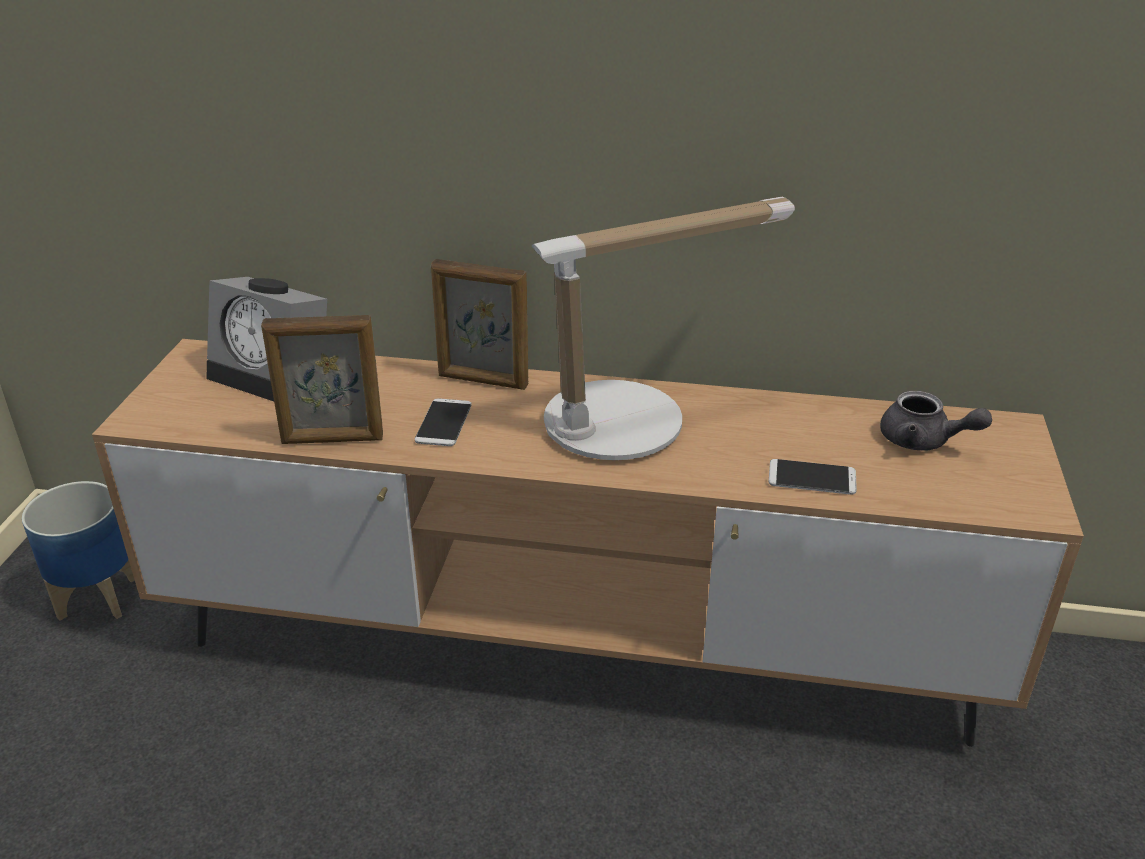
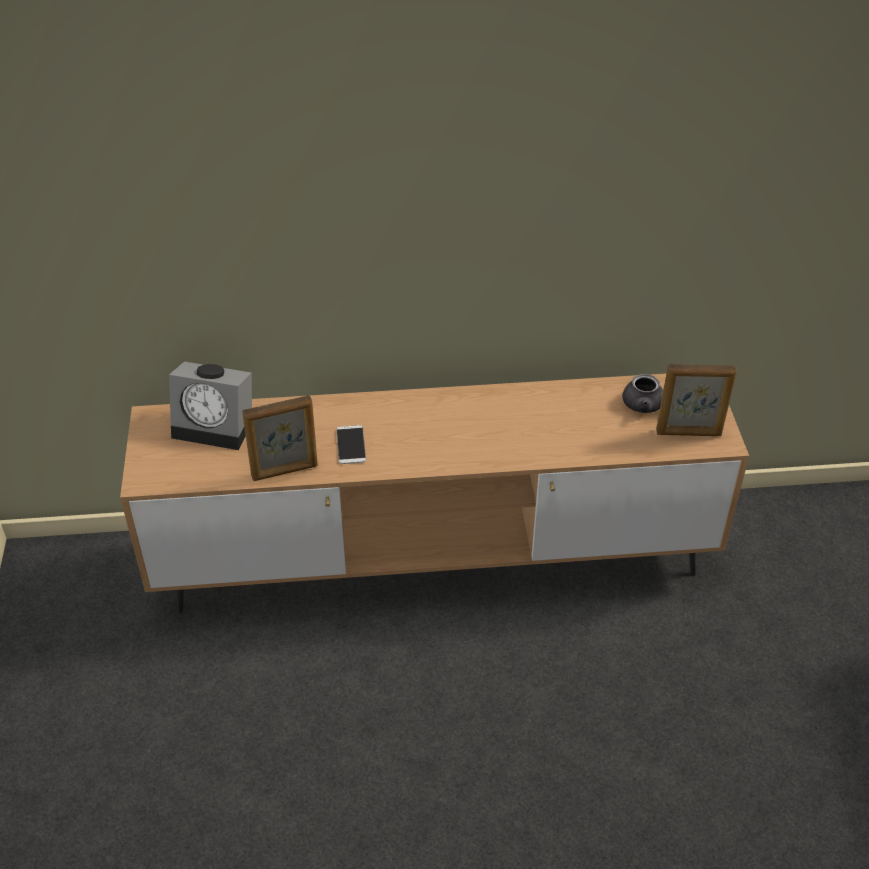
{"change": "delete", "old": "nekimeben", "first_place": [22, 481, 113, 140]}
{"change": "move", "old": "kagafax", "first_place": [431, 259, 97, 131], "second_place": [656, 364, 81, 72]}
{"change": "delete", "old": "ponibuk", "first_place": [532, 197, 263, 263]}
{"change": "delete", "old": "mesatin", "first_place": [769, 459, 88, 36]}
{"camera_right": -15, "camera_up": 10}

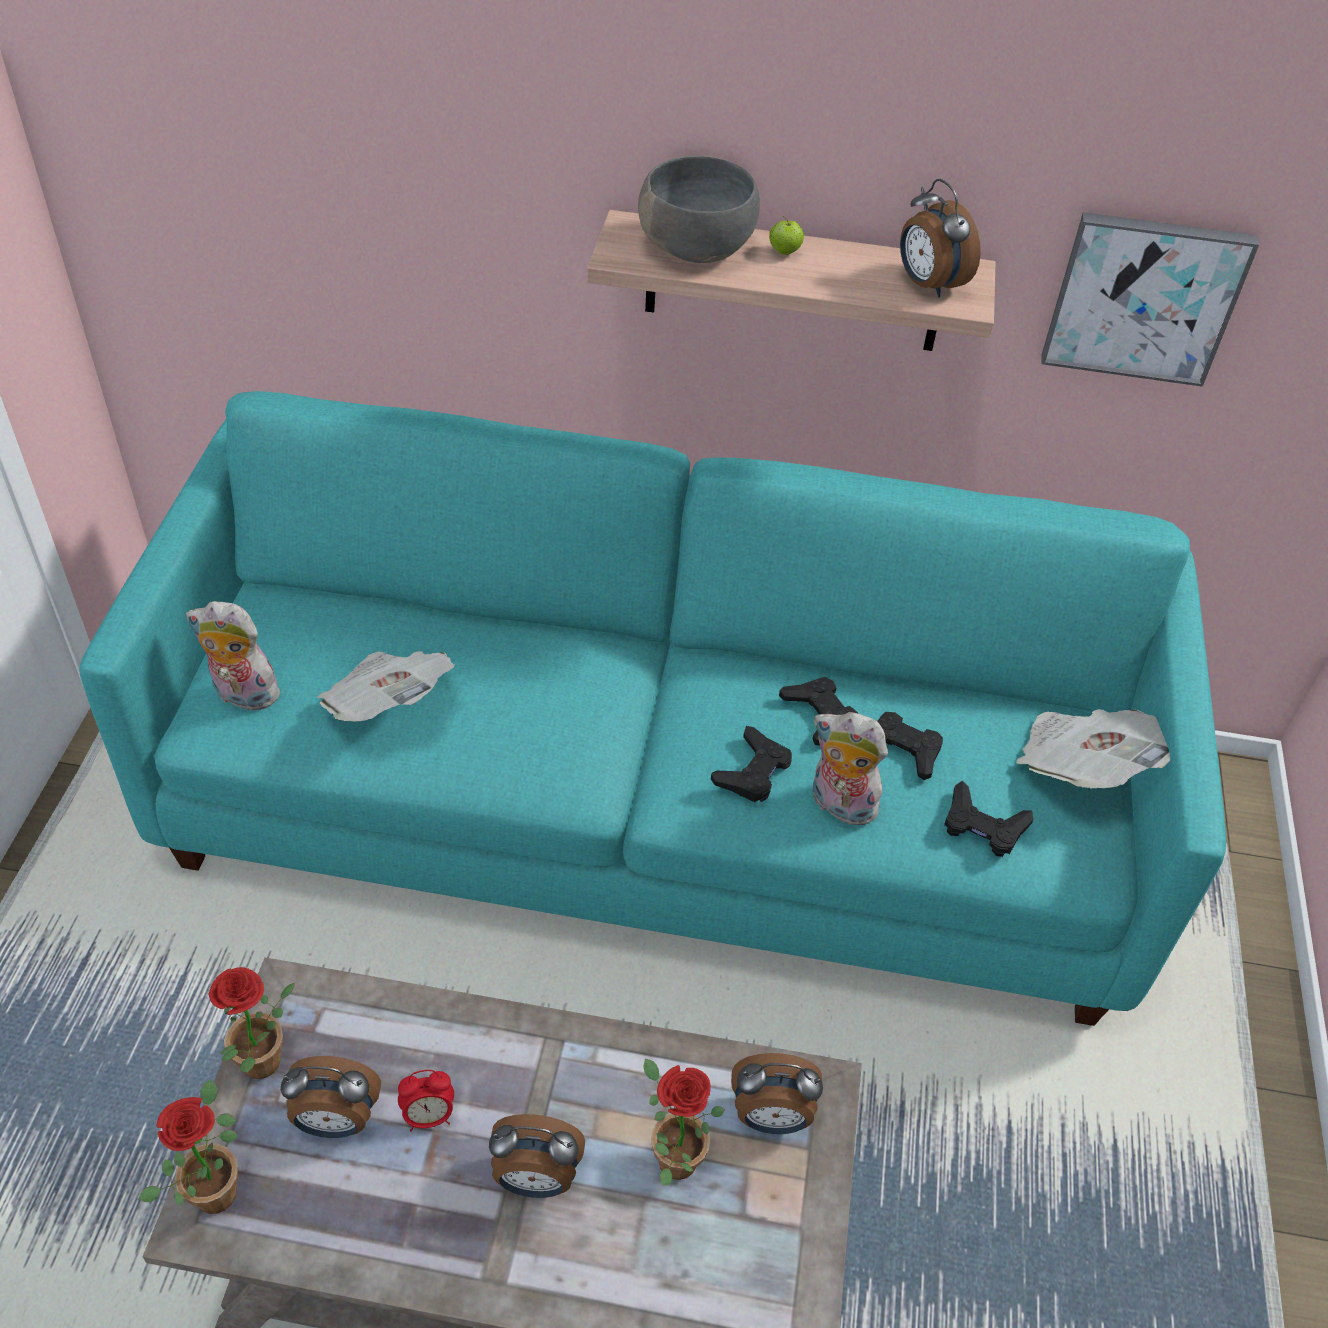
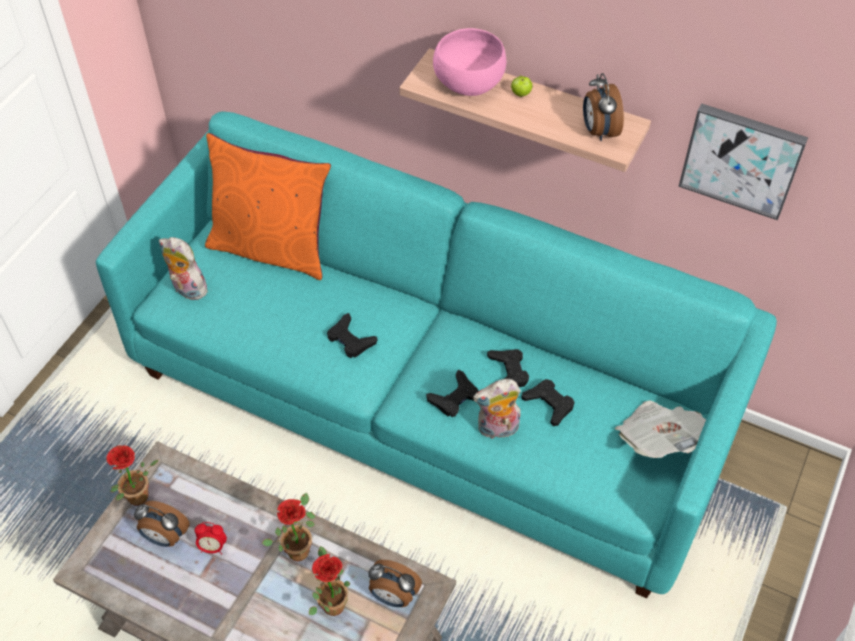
{"change": "move", "old": "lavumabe", "first_place": [139, 1079, 100, 135], "second_place": [262, 493, 53, 68]}
{"change": "delete", "old": "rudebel", "first_place": [317, 651, 138, 70]}
{"change": "delete", "old": "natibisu", "first_place": [489, 1114, 96, 84]}
{"change": "recolor", "old": "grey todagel", "new": "pink todagel", "first_place": [638, 156, 122, 107], "second_place": [433, 28, 74, 68]}
{"change": "rotate", "old": "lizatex", "first_place": [813, 712, 75, 115], "second_place": [473, 379, 48, 60], "degrees": -60}
{"change": "move", "old": "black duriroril", "first_place": [944, 781, 89, 76], "second_place": [327, 313, 50, 45]}
{"change": "insert", "new": "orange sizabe", "second_place": [205, 133, 126, 147]}
{"camera_right": 20, "camera_up": 5}

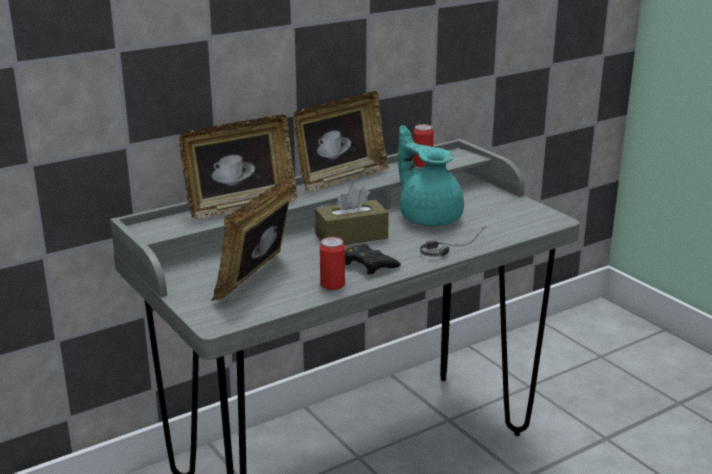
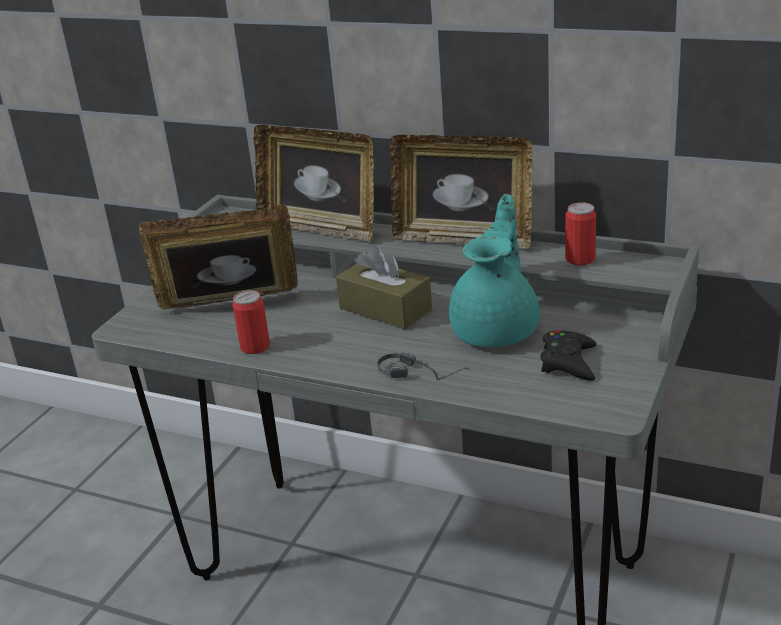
{"change": "move", "old": "black duriroril", "first_place": [345, 244, 56, 31], "second_place": [540, 330, 57, 51]}
{"camera_right": 60, "camera_up": 5}

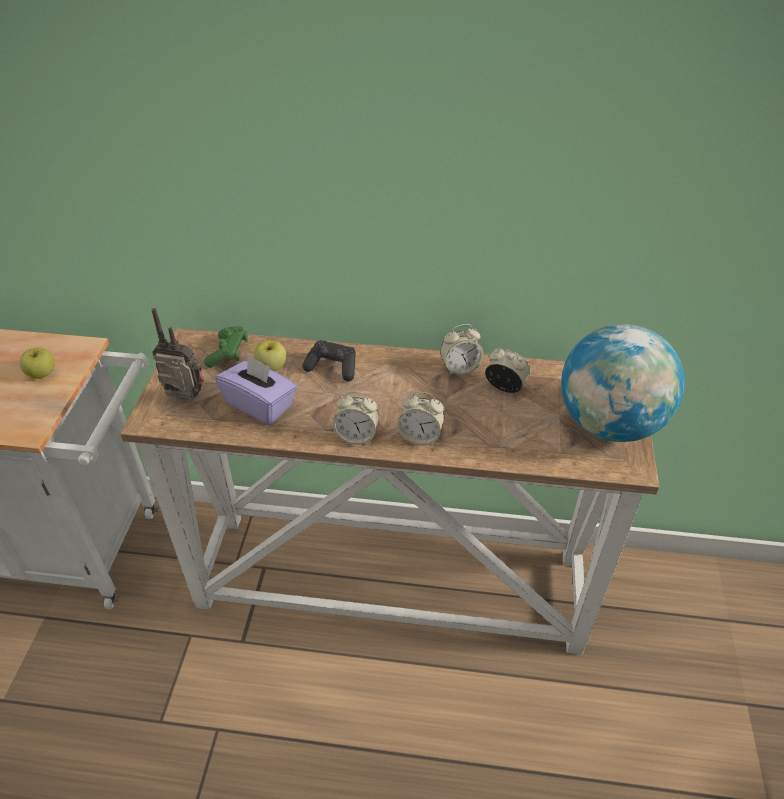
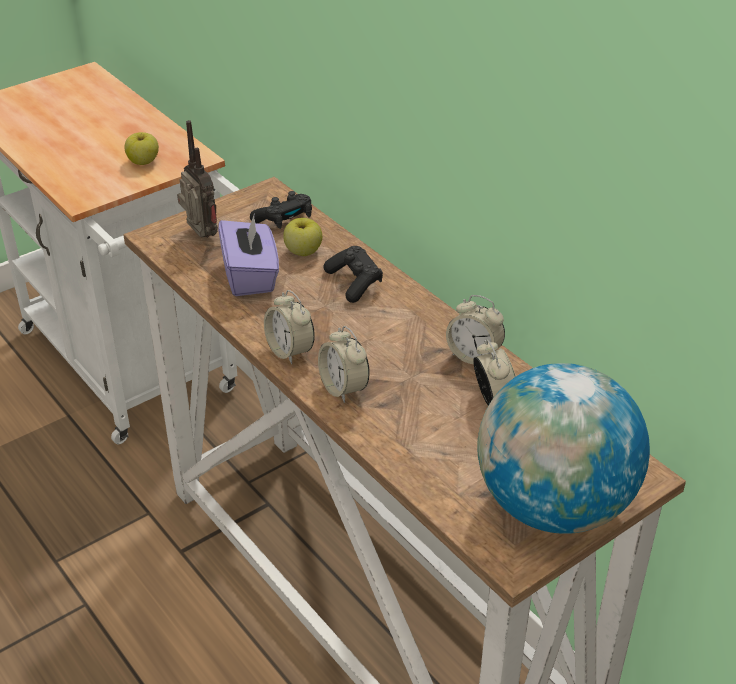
{"change": "recolor", "old": "green duriroril", "new": "black duriroril", "first_place": [204, 326, 44, 42], "second_place": [250, 191, 62, 38]}
{"camera_right": 45, "camera_up": -5}

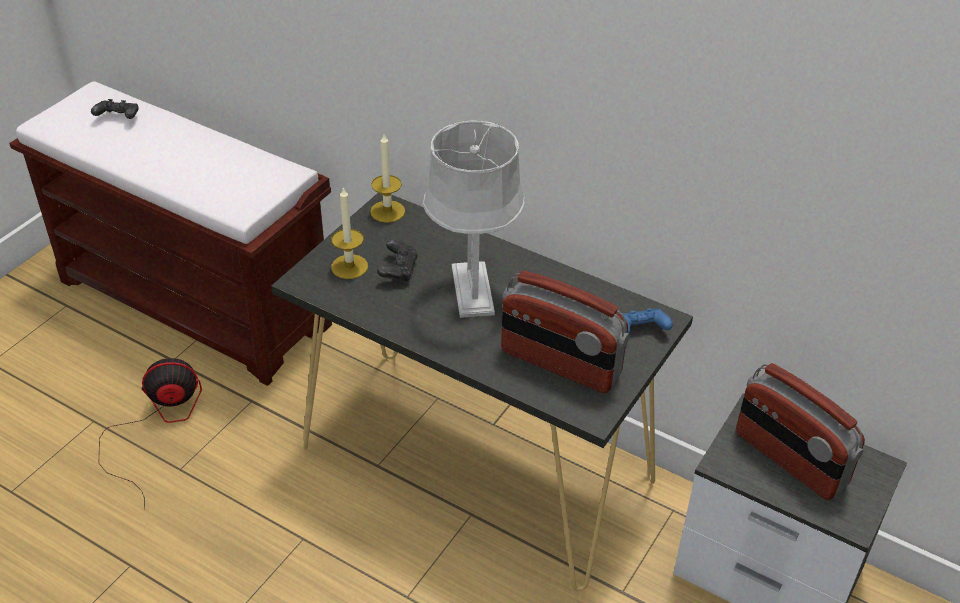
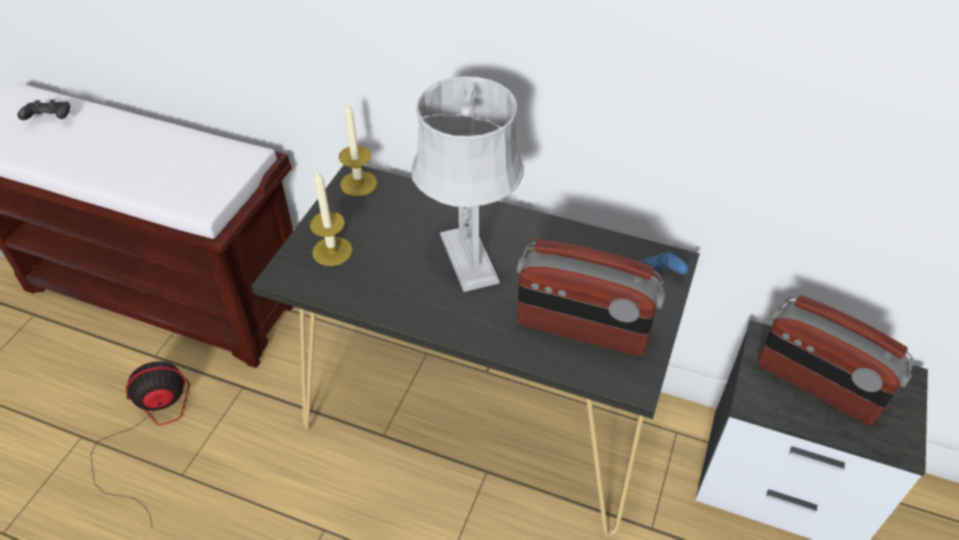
{"change": "delete", "old": "black duriroril", "first_place": [377, 240, 41, 42]}
{"camera_right": -10, "camera_up": 5}

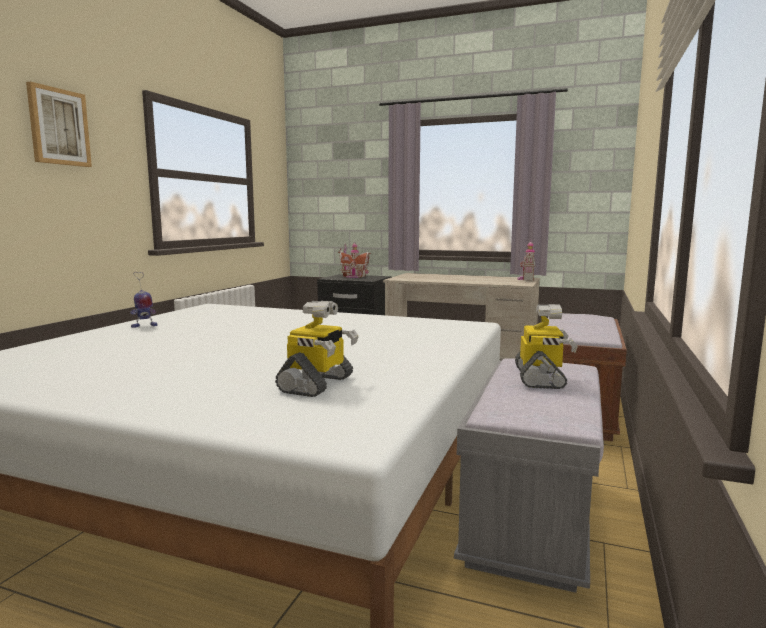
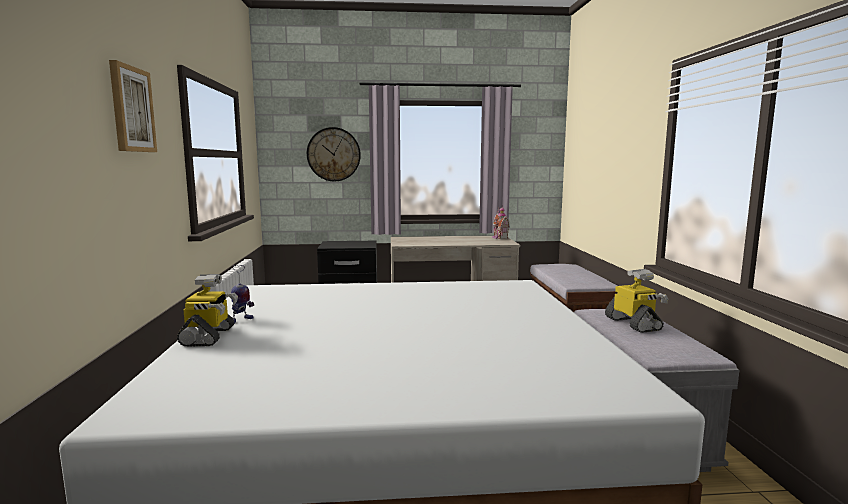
{"change": "move", "old": "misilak", "first_place": [275, 301, 84, 96], "second_place": [177, 274, 61, 72]}
{"change": "delete", "old": "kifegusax", "first_place": [338, 241, 33, 37]}
{"change": "insert", "new": "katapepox", "second_place": [307, 127, 54, 54]}
{"camera_right": -25, "camera_up": 0}

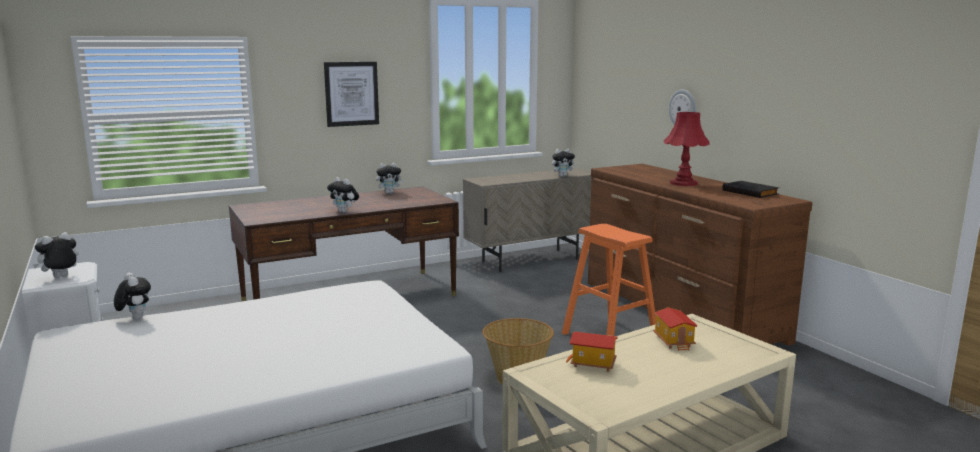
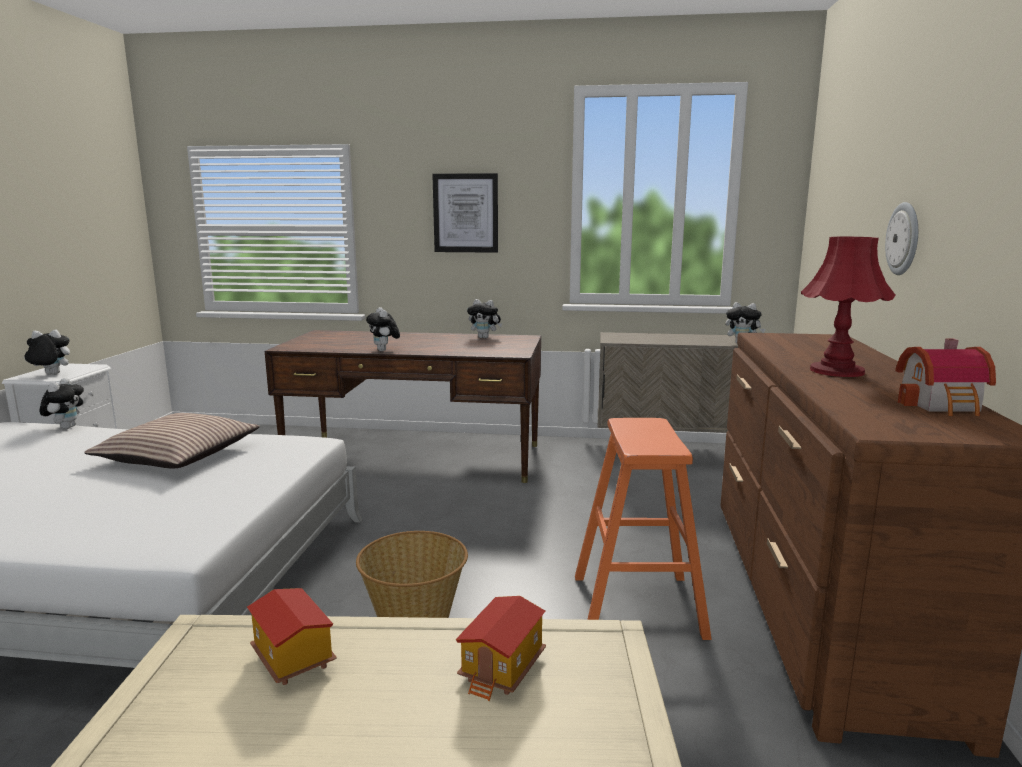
{"change": "replace", "old": "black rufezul", "new": "kifegusax", "first_place": [722, 181, 57, 17], "second_place": [895, 338, 101, 78]}
{"change": "insert", "new": "sizabe", "second_place": [84, 413, 176, 56]}
{"camera_right": 35, "camera_up": 0}

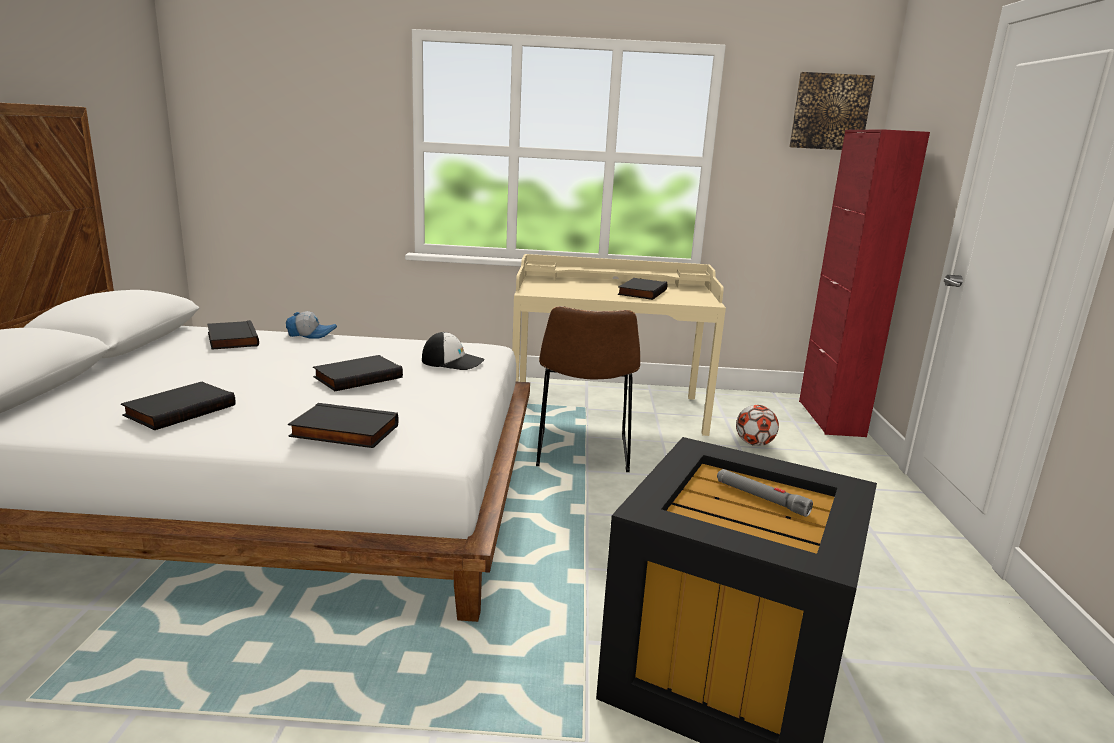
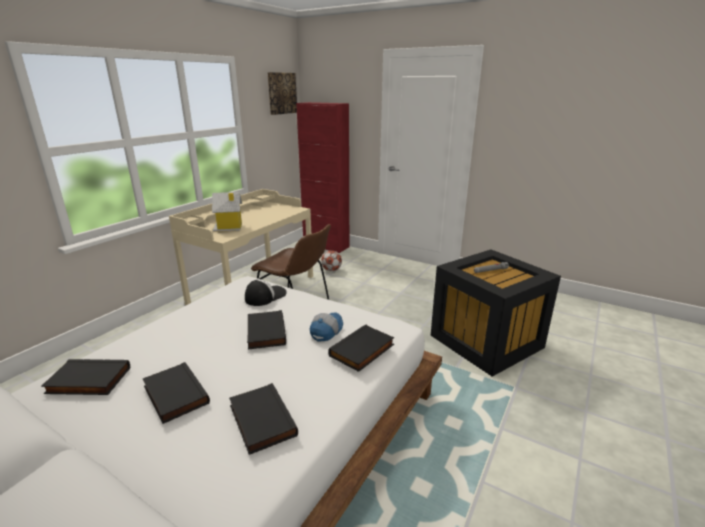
{"change": "move", "old": "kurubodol", "first_place": [286, 311, 51, 28], "second_place": [310, 312, 33, 29]}
{"change": "move", "old": "black rufezul", "first_place": [617, 278, 51, 22], "second_place": [143, 362, 67, 62]}
{"change": "insert", "new": "kifegusax", "second_place": [212, 192, 30, 40]}
{"camera_right": -60, "camera_up": 5}

